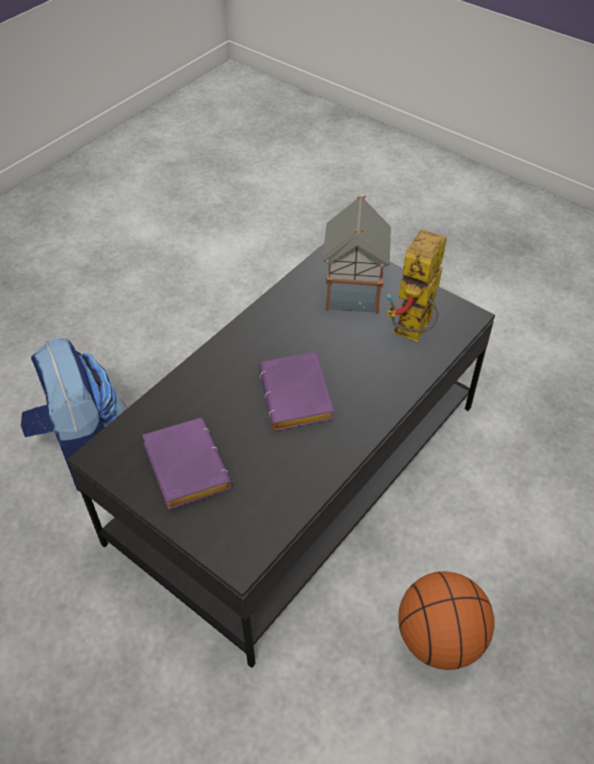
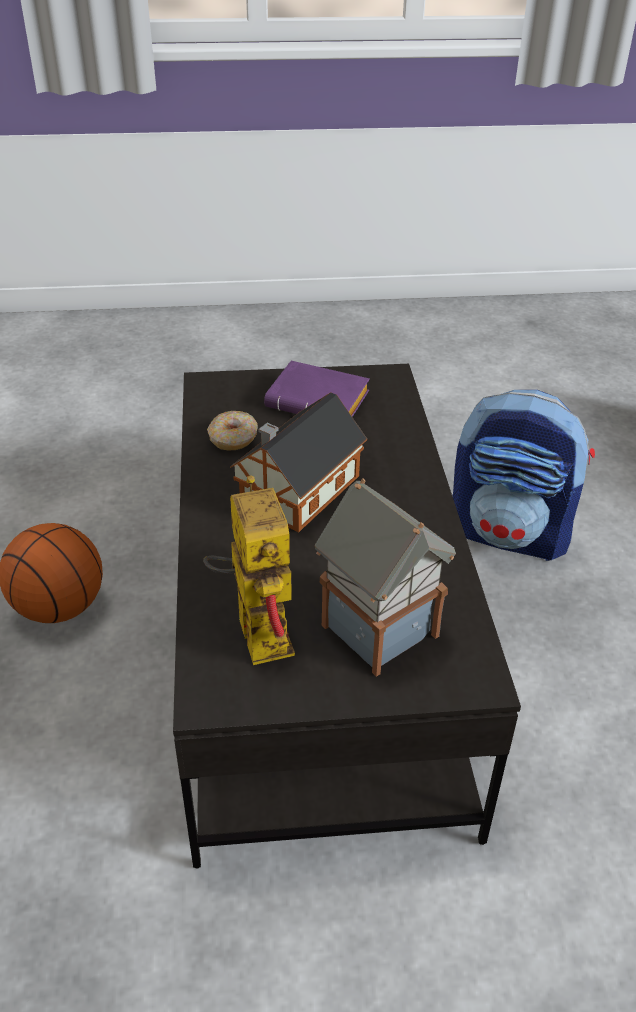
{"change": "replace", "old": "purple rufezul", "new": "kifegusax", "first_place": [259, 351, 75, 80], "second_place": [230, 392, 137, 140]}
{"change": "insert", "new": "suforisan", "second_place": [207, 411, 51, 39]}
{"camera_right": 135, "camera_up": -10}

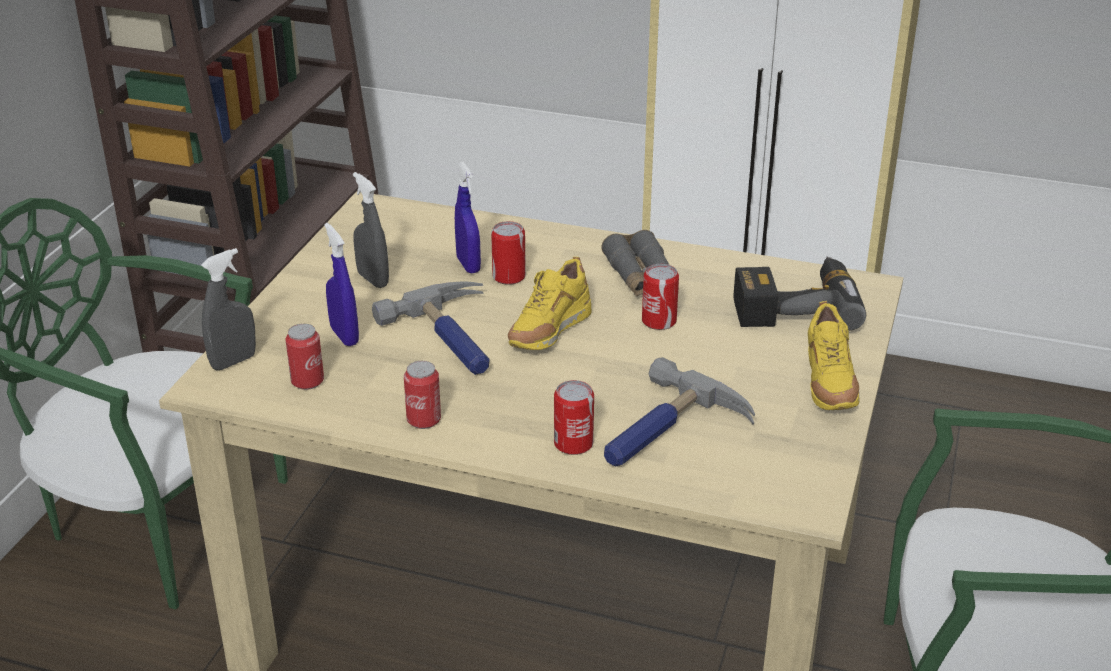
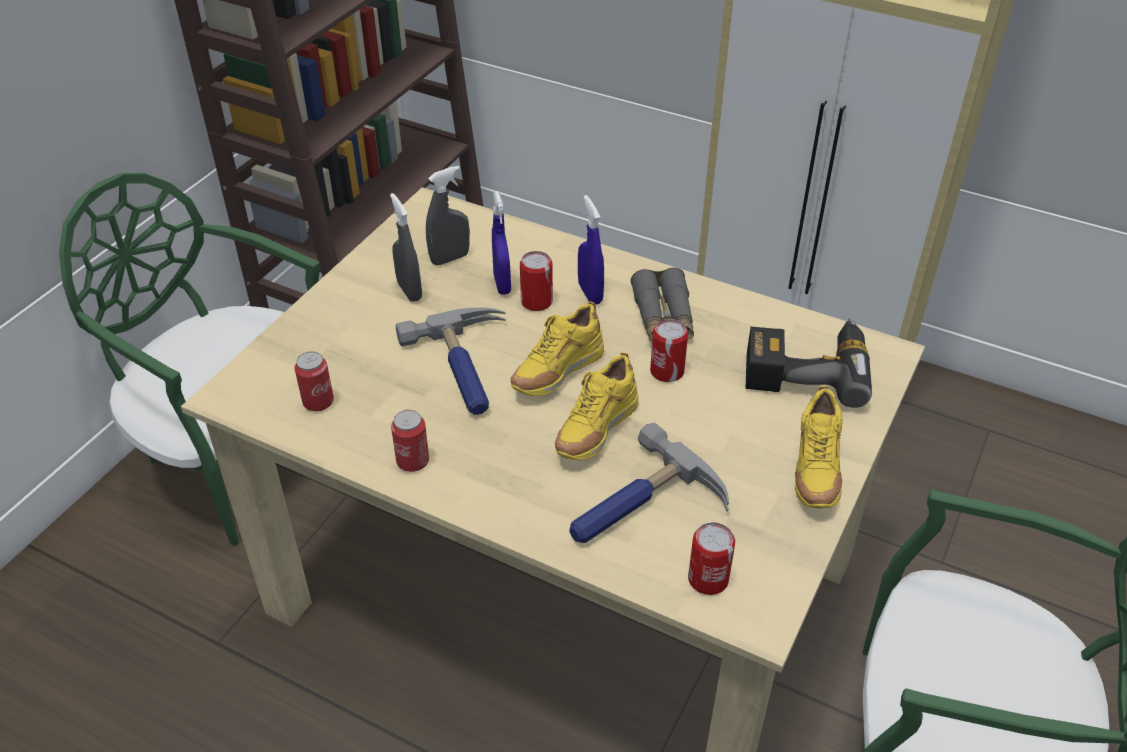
{"change": "move", "old": "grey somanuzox", "first_place": [201, 248, 55, 122], "second_place": [426, 166, 44, 99]}
{"change": "move", "old": "blue somanuzox", "first_place": [324, 223, 35, 123], "second_place": [578, 195, 26, 110]}
{"change": "move", "old": "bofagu", "first_place": [554, 380, 40, 75], "second_place": [688, 522, 47, 73]}
{"change": "insert", "new": "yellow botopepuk", "second_place": [555, 352, 83, 108]}
{"camera_right": 10, "camera_up": 10}

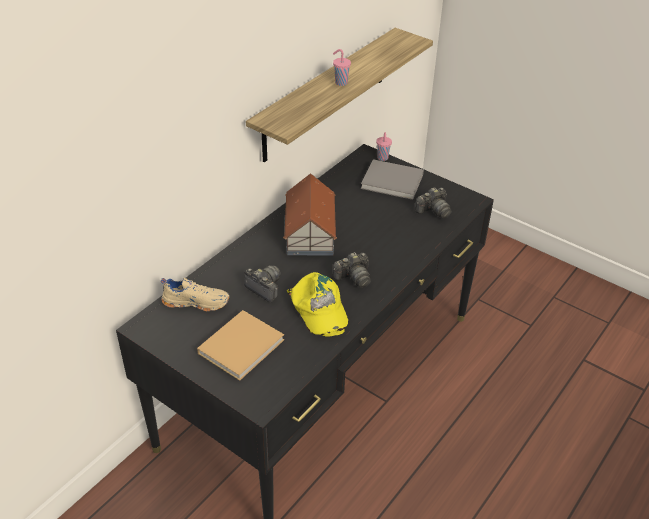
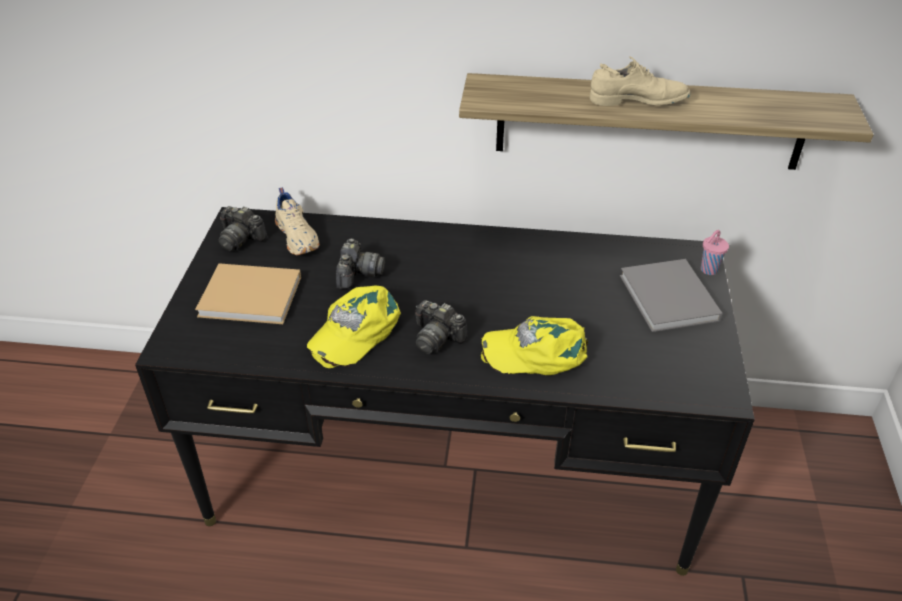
{"change": "delete", "old": "kifegusax", "first_place": [283, 173, 54, 83]}
{"change": "replace", "old": "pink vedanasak", "new": "beige botopepuk", "first_place": [333, 49, 18, 37], "second_place": [590, 56, 100, 50]}
{"change": "move", "old": "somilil", "first_place": [414, 187, 37, 32], "second_place": [219, 206, 48, 45]}
{"change": "insert", "new": "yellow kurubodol", "second_place": [481, 316, 107, 59]}
{"camera_right": 60, "camera_up": 0}

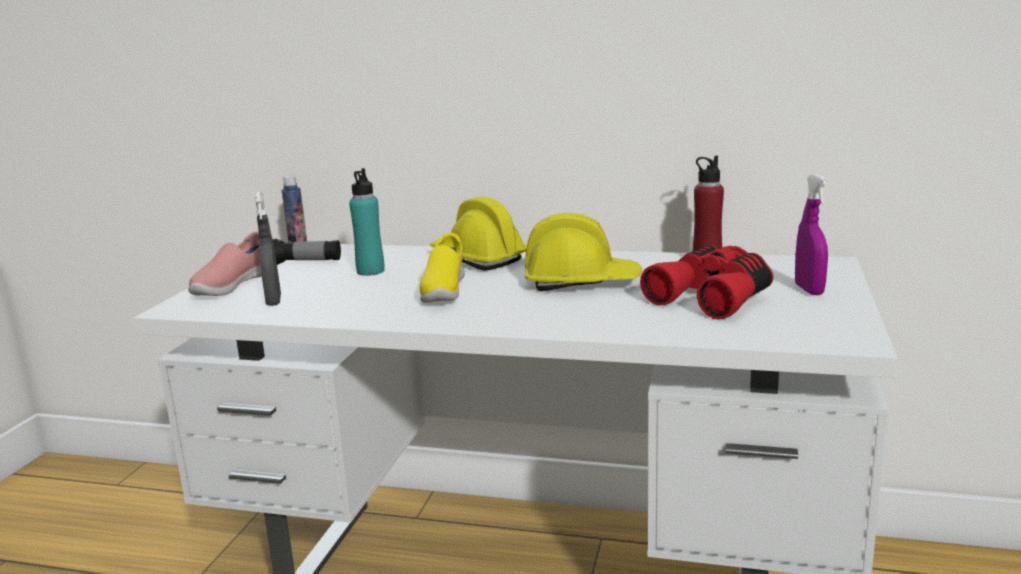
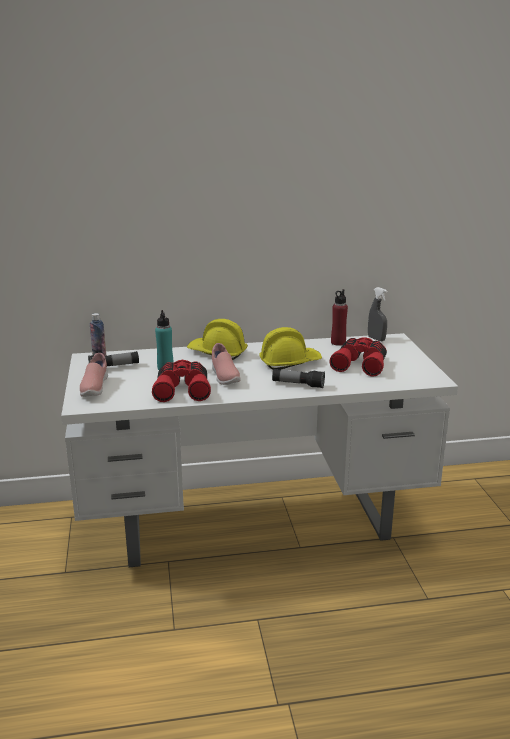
{"change": "move", "old": "grey somanuzox", "first_place": [255, 191, 26, 115], "second_place": [368, 287, 19, 54]}
{"change": "recolor", "old": "yellow botopepuk", "new": "pink botopepuk", "first_place": [420, 233, 45, 70], "second_place": [212, 343, 29, 42]}
{"change": "delete", "old": "purple somanuzox", "first_place": [795, 174, 33, 121]}
{"change": "insert", "new": "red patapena", "second_place": [152, 360, 59, 42]}
{"change": "insert", "new": "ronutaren", "second_place": [272, 369, 53, 19]}
{"camera_right": -25, "camera_up": 5}

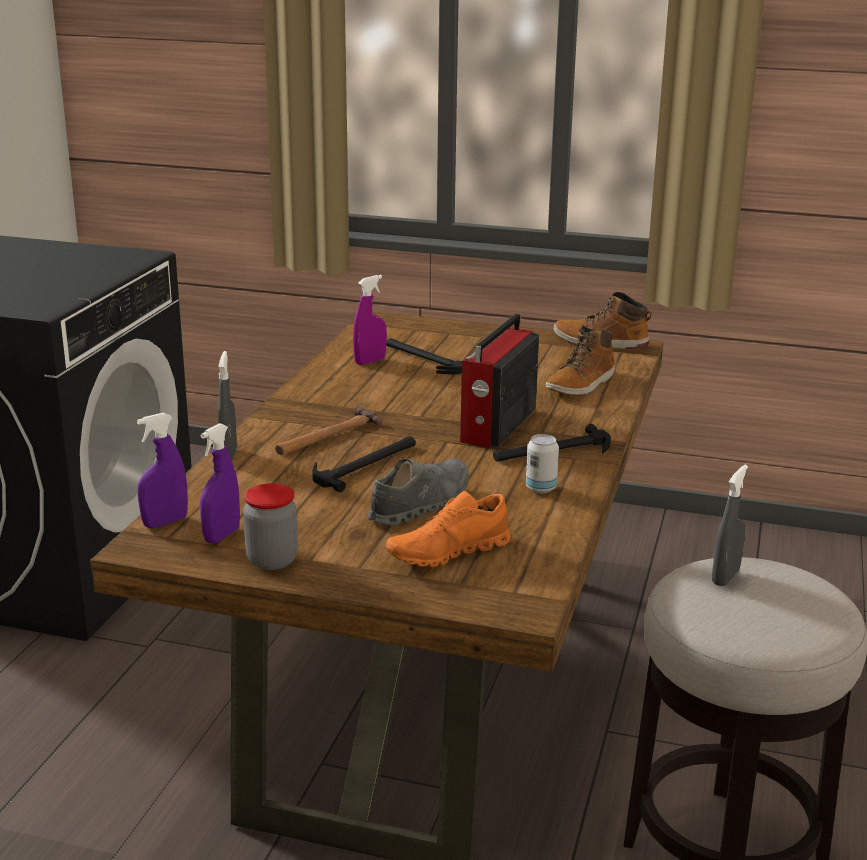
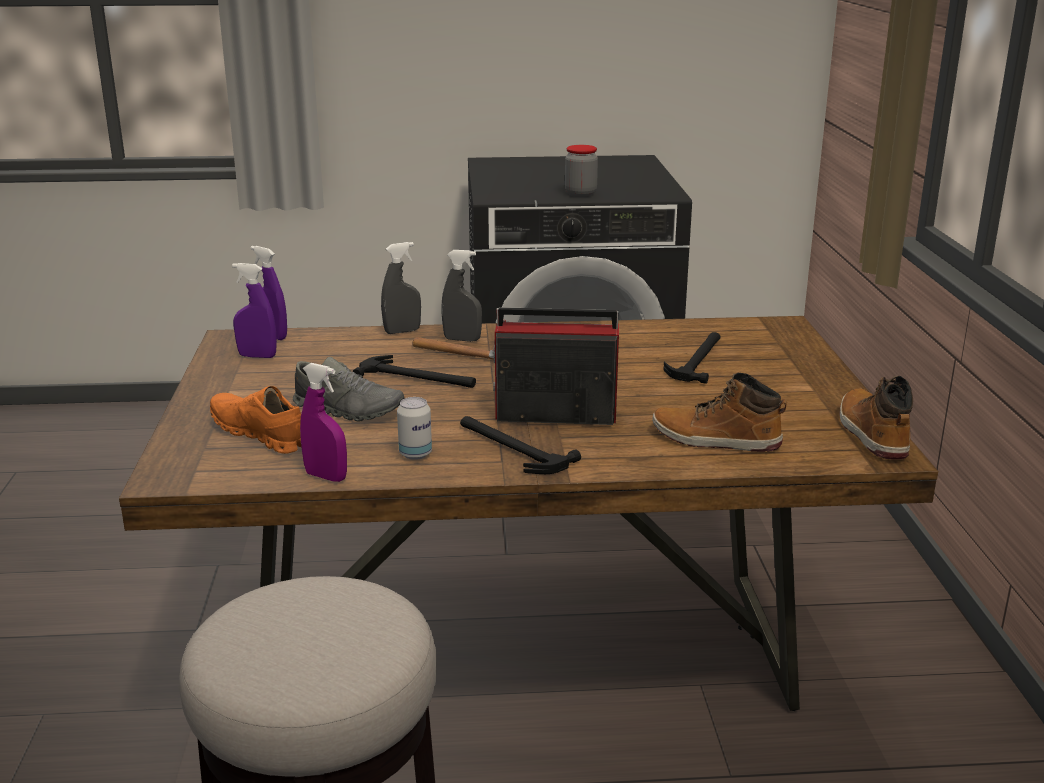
{"change": "move", "old": "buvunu", "first_place": [243, 483, 55, 87], "second_place": [565, 145, 33, 52]}
{"change": "move", "old": "purple somanuzox", "first_place": [353, 275, 34, 90], "second_place": [300, 363, 47, 119]}
{"change": "move", "old": "grey somanuzox", "first_place": [712, 465, 36, 121], "second_place": [441, 250, 41, 92]}
{"camera_right": 70, "camera_up": 0}

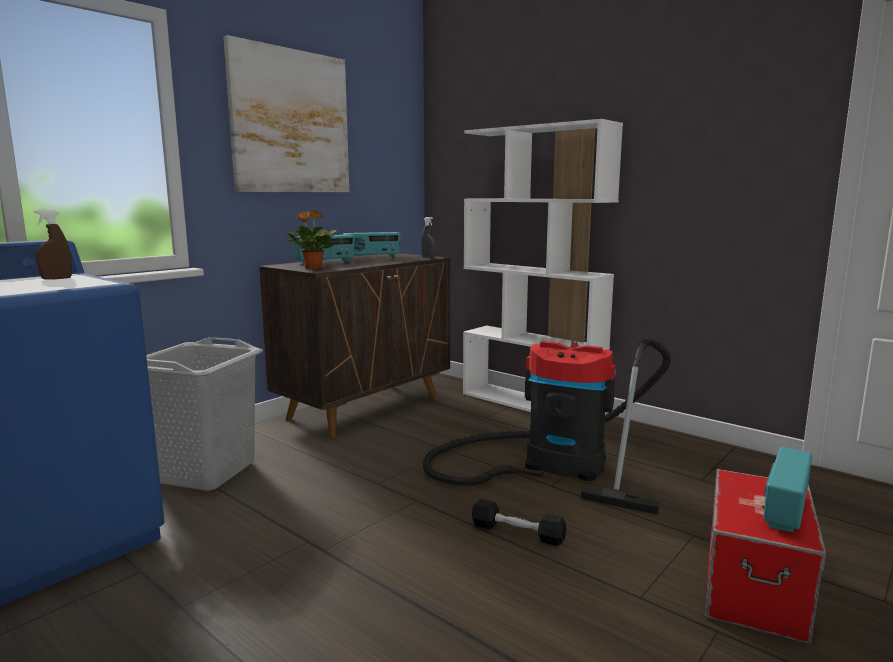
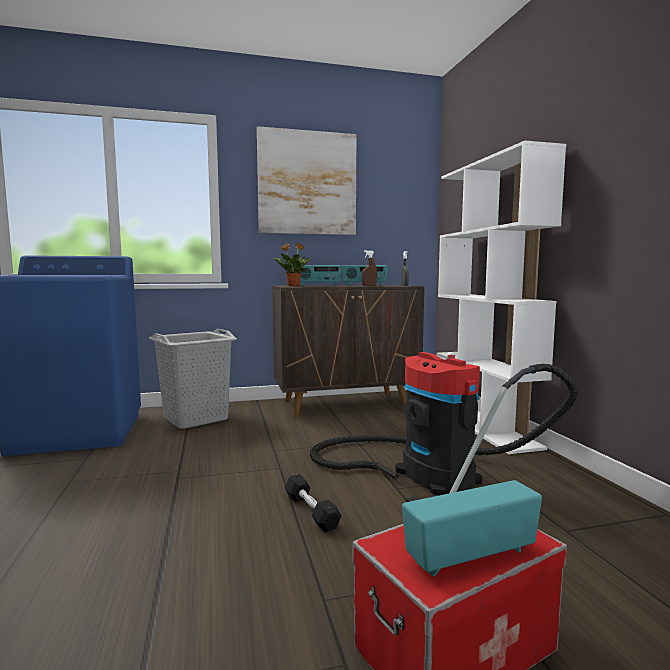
{"change": "move", "old": "brown somanuzox", "first_place": [34, 210, 38, 70], "second_place": [362, 250, 15, 36]}
{"camera_right": 35, "camera_up": -5}

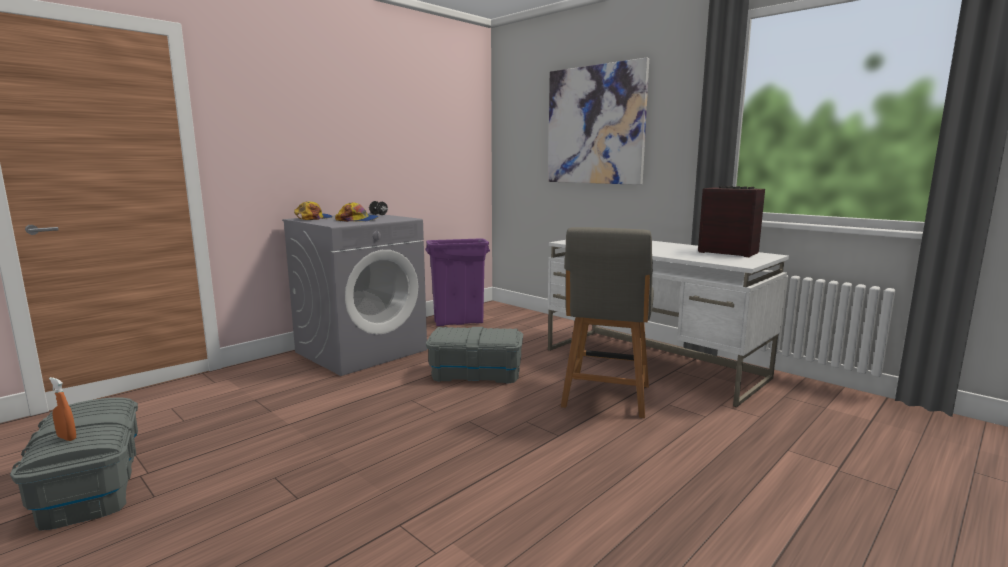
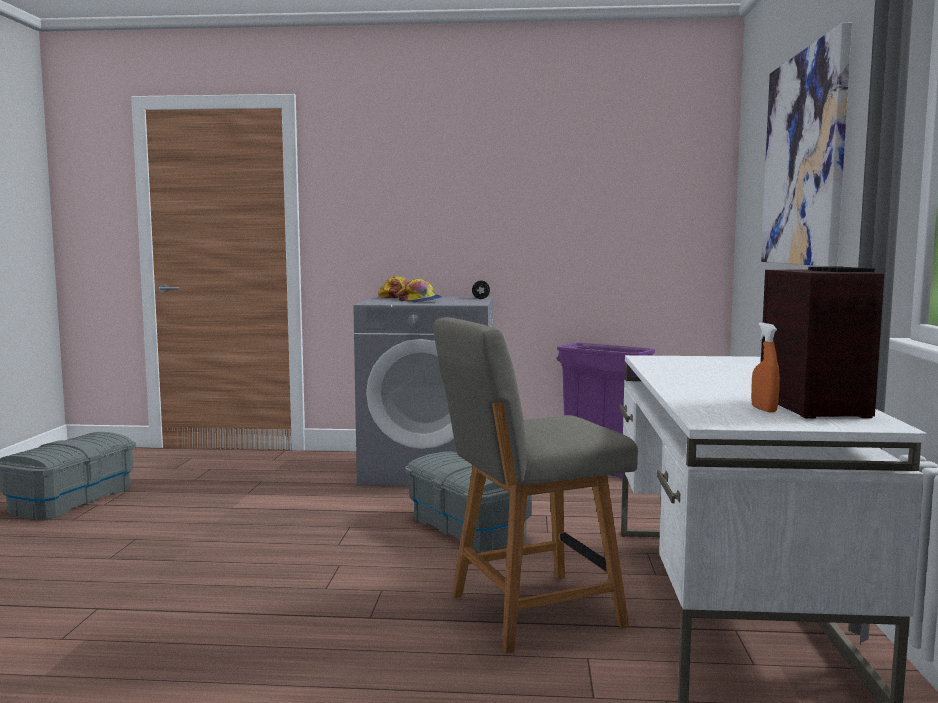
{"change": "move", "old": "orange somanuzox", "first_place": [49, 377, 27, 64], "second_place": [751, 323, 29, 89]}
{"camera_right": 50, "camera_up": -5}

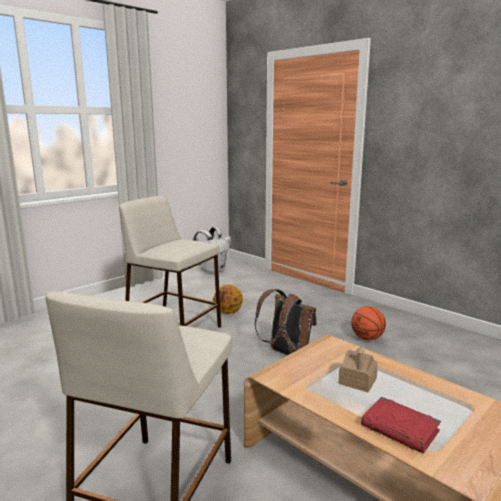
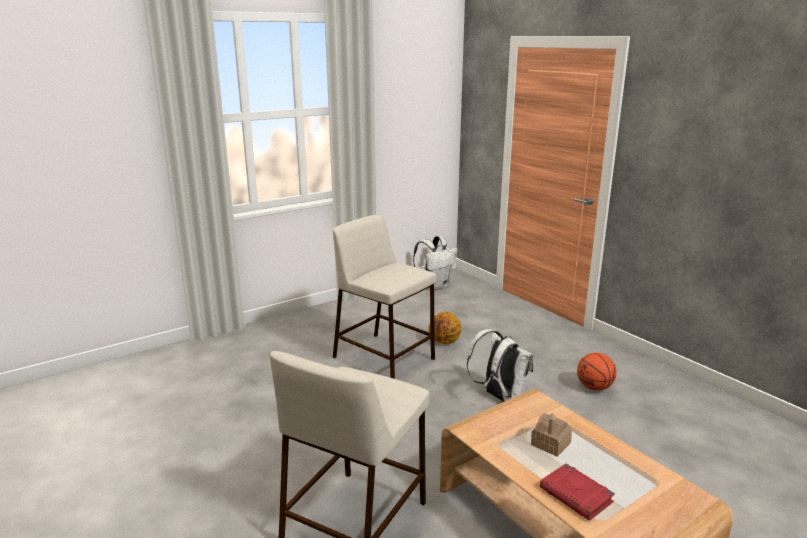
{"change": "recolor", "old": "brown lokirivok", "new": "white lokirivok", "first_place": [255, 289, 62, 66], "second_place": [467, 329, 66, 73]}
{"camera_right": 10, "camera_up": 5}

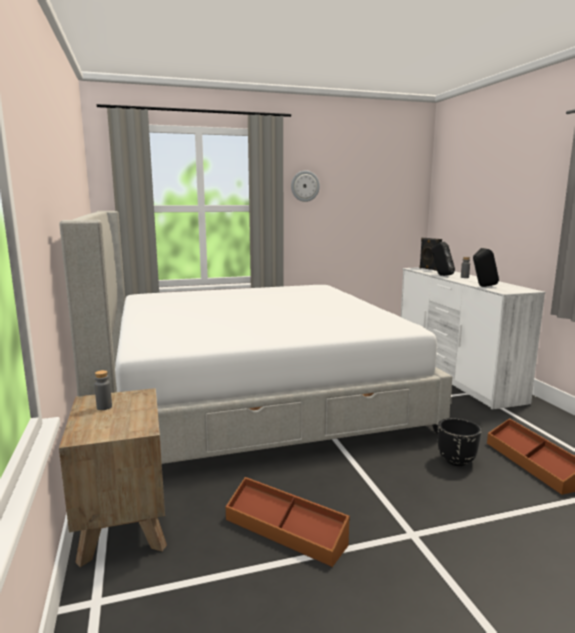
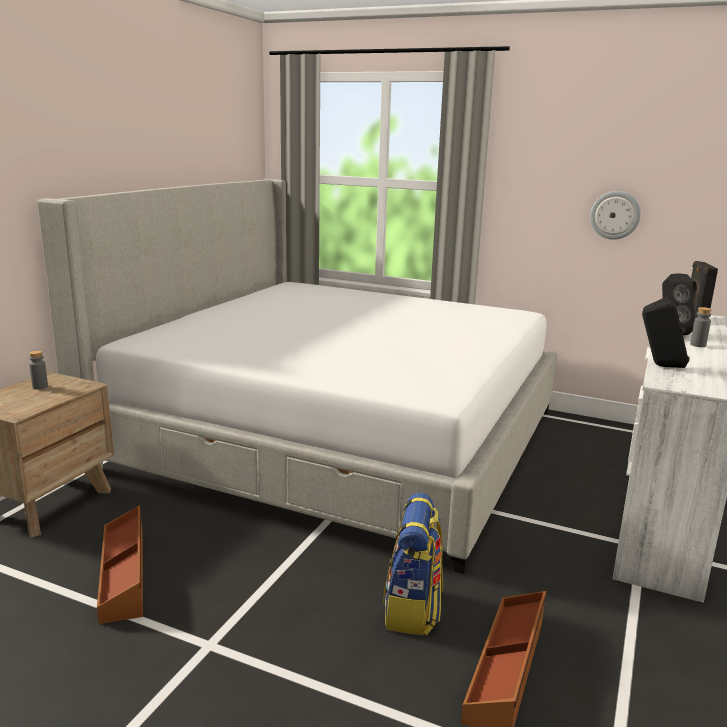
{"change": "move", "old": "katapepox", "first_place": [291, 170, 29, 32], "second_place": [590, 191, 51, 49]}
{"change": "replace", "old": "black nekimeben", "new": "lokirivok", "first_place": [437, 418, 44, 48], "second_place": [383, 493, 60, 142]}
{"camera_right": 40, "camera_up": 5}

